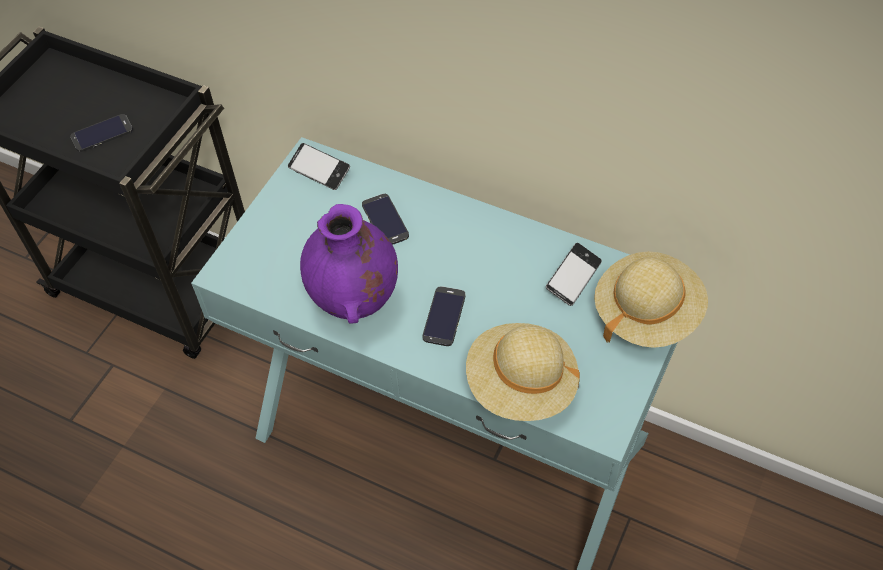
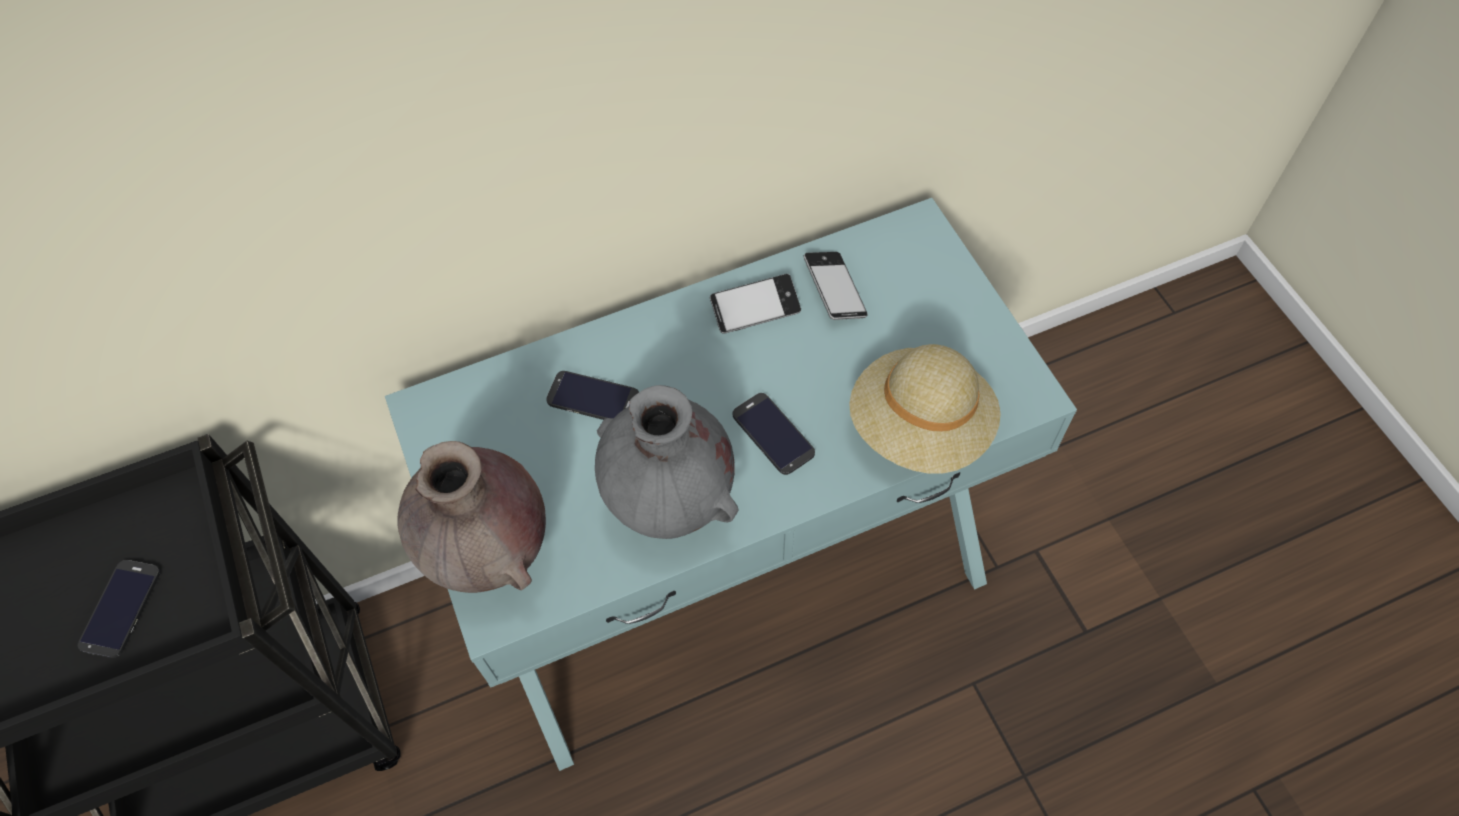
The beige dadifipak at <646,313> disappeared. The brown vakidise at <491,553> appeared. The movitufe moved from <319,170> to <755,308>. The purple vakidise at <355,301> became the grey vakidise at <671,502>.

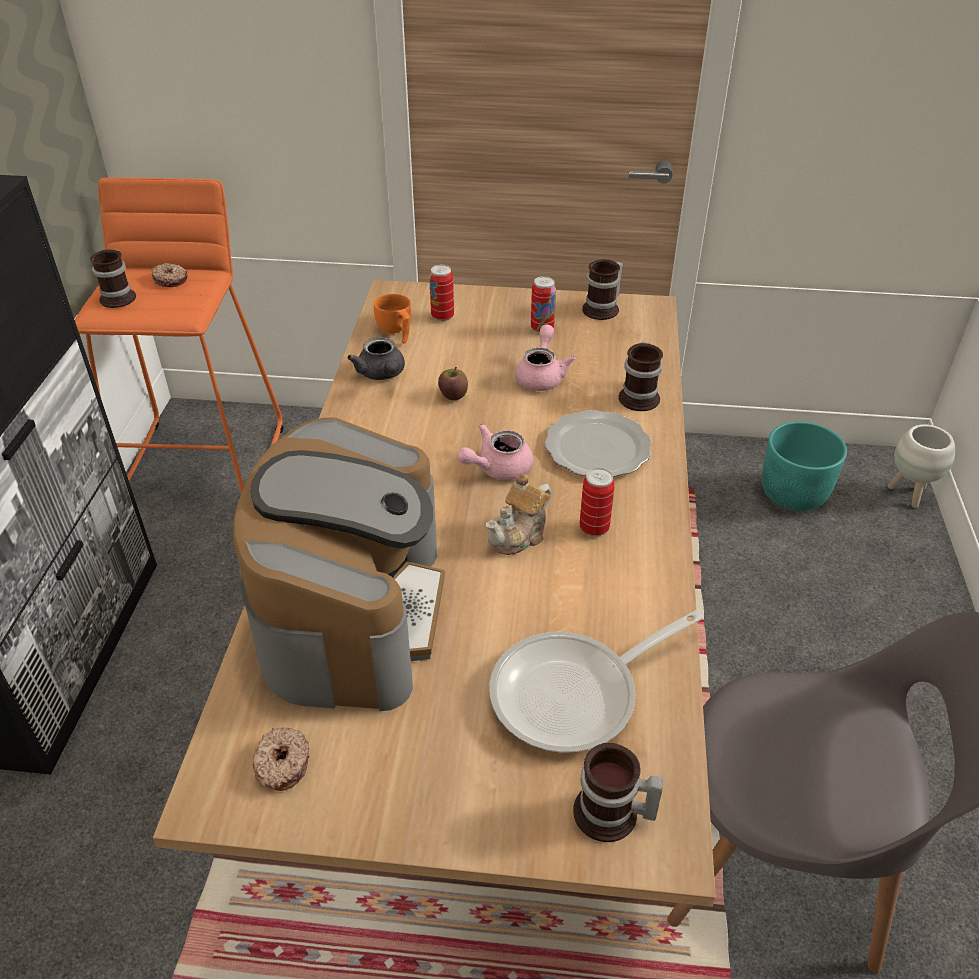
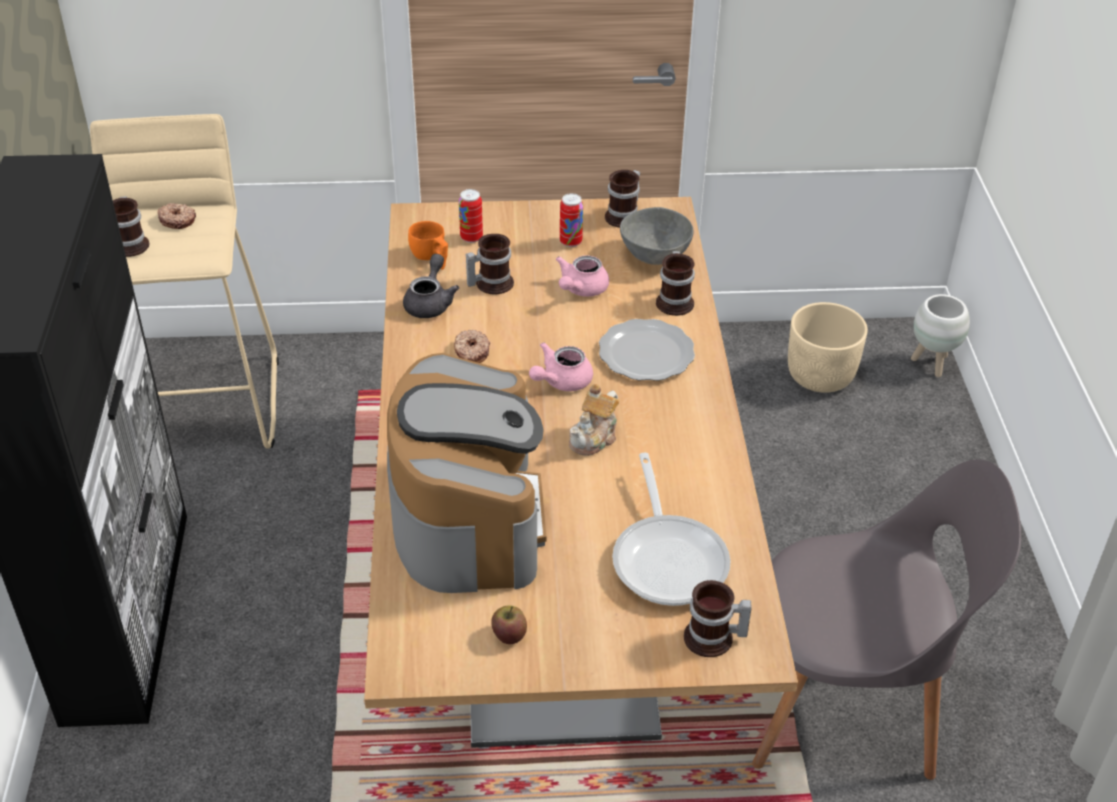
The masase at <594,528> disappeared. The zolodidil at <490,283> appeared. The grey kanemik at <654,256> appeared. The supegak moved from <281,764> to <471,352>. The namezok moved from <453,395> to <509,635>. The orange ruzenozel at <204,463> became the beige ruzenozel at <203,406>. The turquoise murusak at <794,493> became the beige murusak at <821,375>. The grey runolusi at <382,374> turned 135 degrees counterclockwise. The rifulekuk at <575,694> turned 60 degrees counterclockwise. The pink runolusi at <541,375> turned 150 degrees counterclockwise.

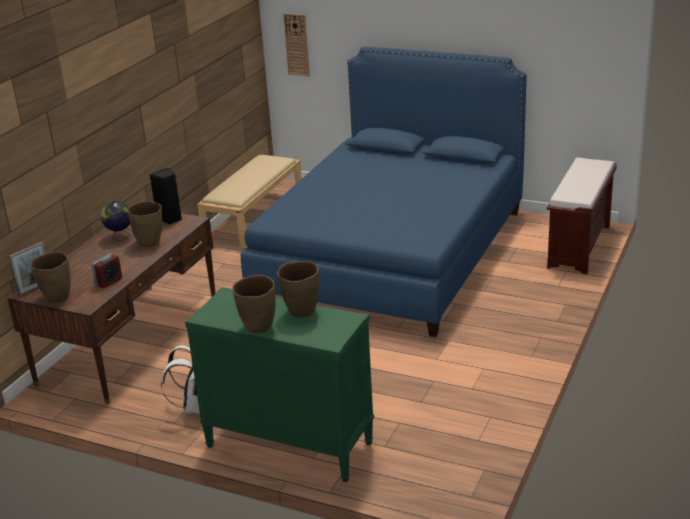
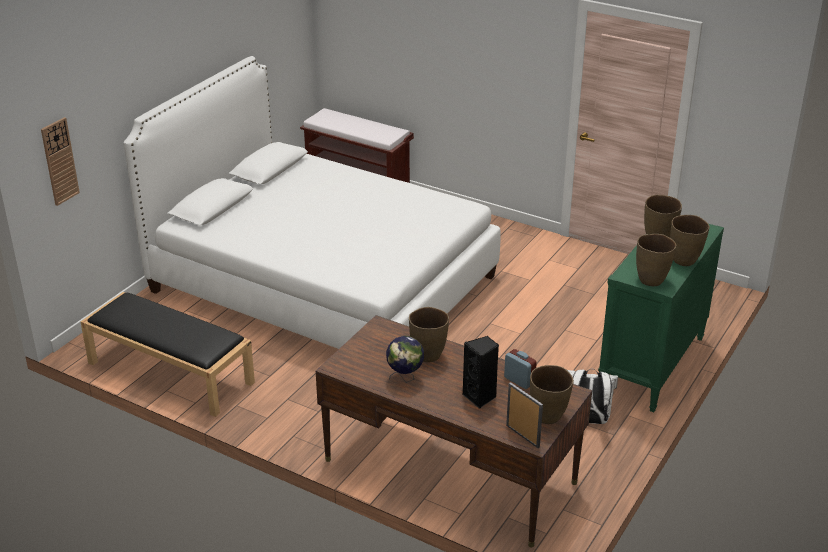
The brown vakidise at <651,280> appeared. The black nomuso moved from <170,219> to <480,397>. The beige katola at <254,216> became the black katola at <169,372>. The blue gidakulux at <392,254> became the white gidakulux at <322,284>.

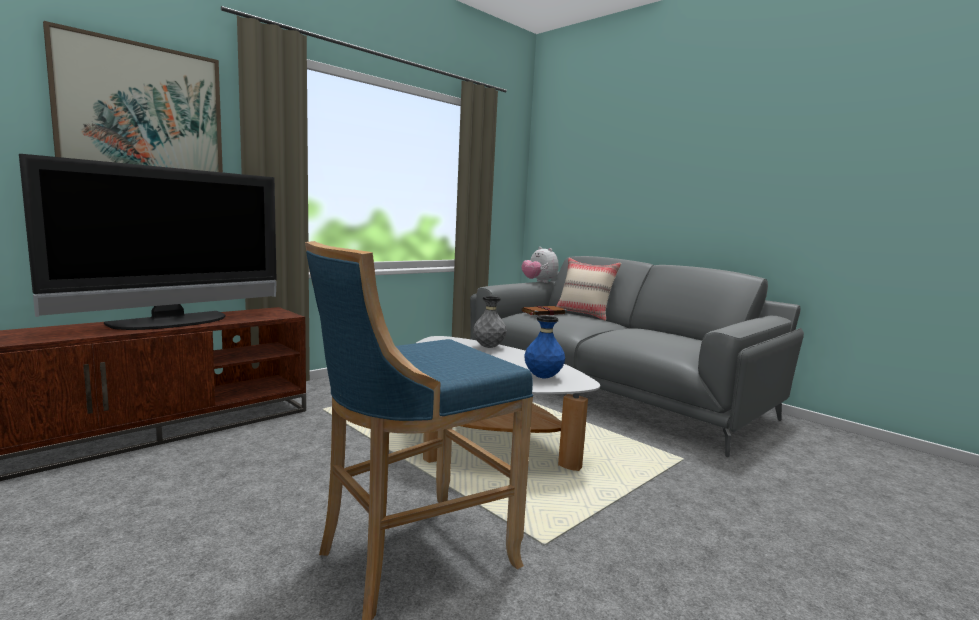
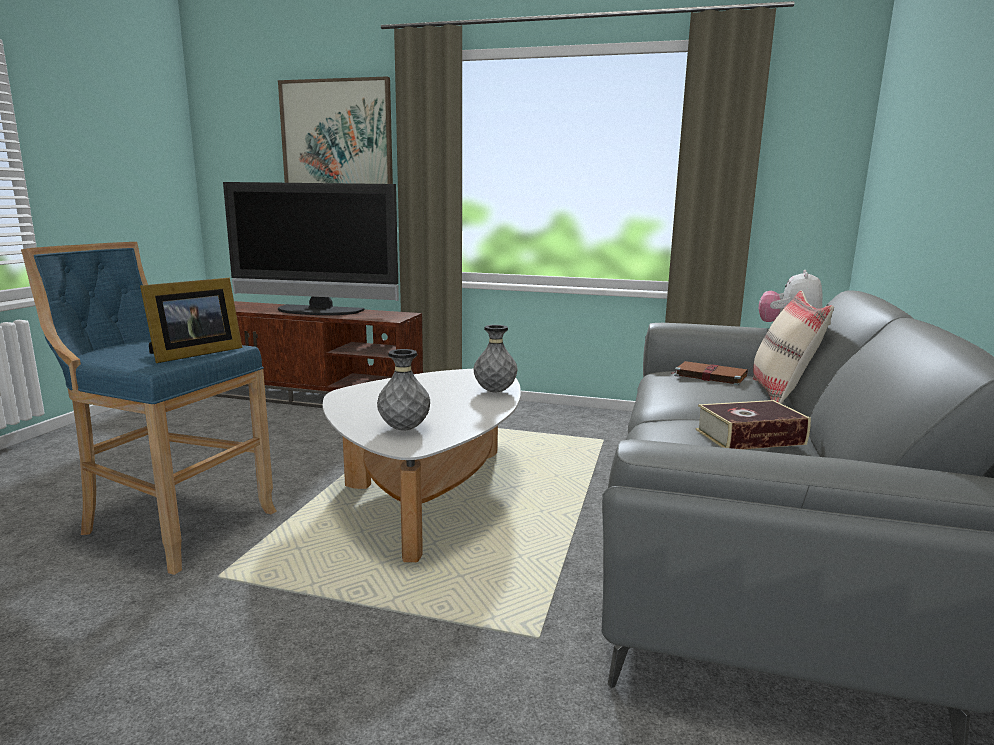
The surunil at <192,354> appeared. The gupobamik at <750,437> appeared. The blue vakidise at <543,377> became the grey vakidise at <404,429>.

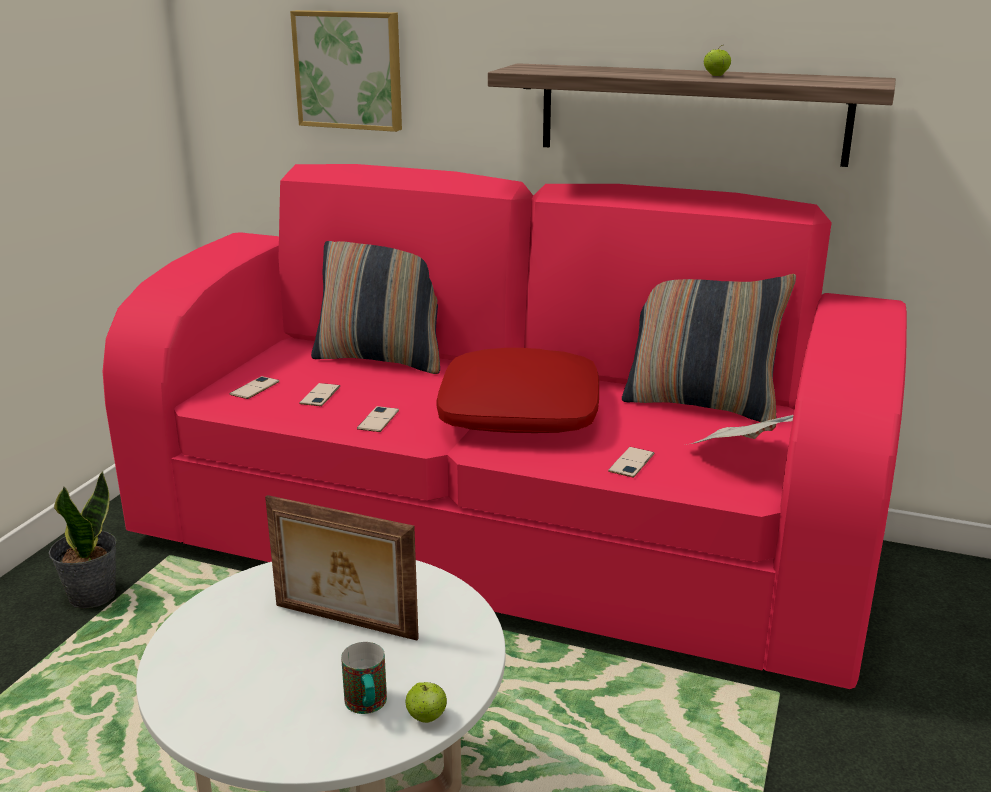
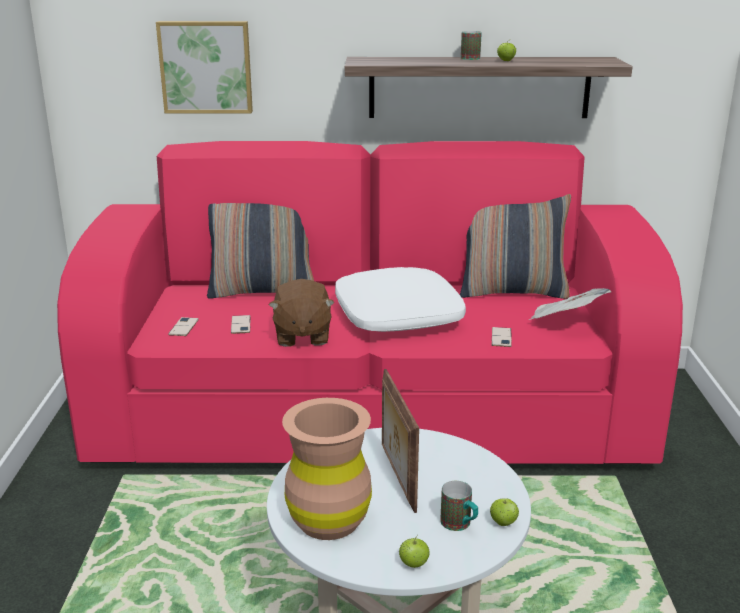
The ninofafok at <91,595> disappeared. The brown vakidise at <328,520> appeared. The namezok at <413,564> appeared. The zolodidil at <471,58> appeared. The movitufe at <378,420> was replaced by the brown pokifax at <302,336>. The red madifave at <520,412> became the white madifave at <399,315>. The surunil at <344,623> turned 75 degrees clockwise.

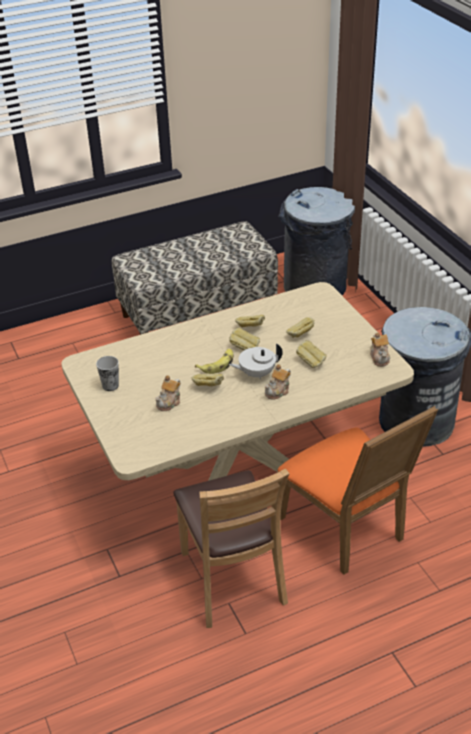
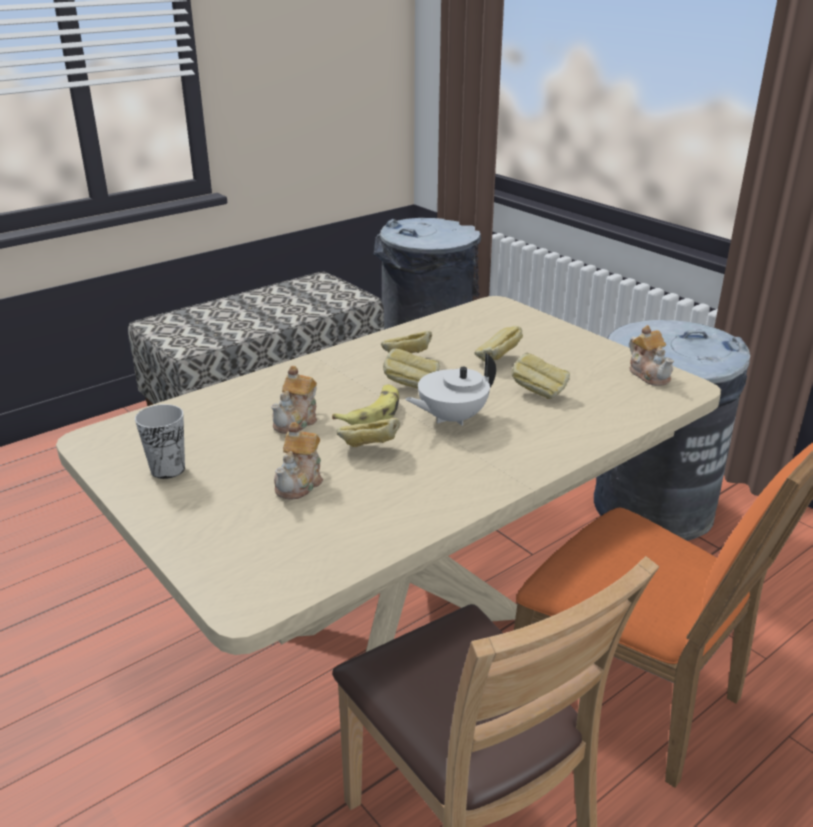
The runolusi moved from <278,391> to <297,421>.

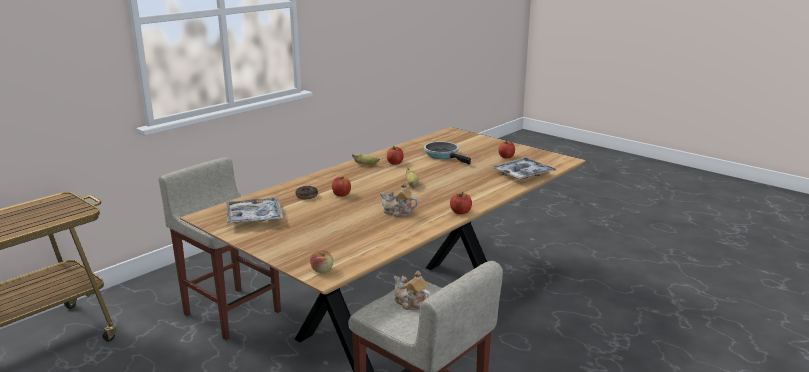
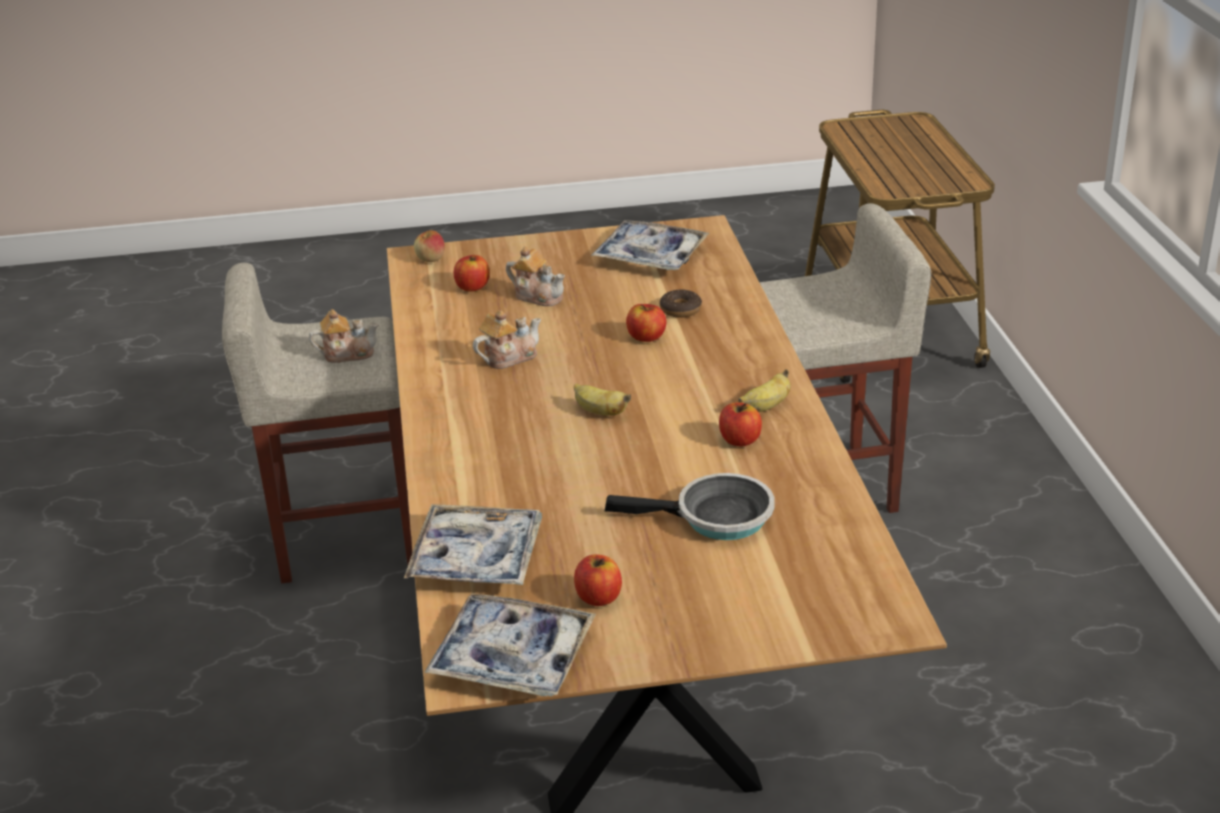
The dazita at <512,658> appeared. The runolusi at <538,296> appeared. The namezok moved from <460,212> to <472,287>.

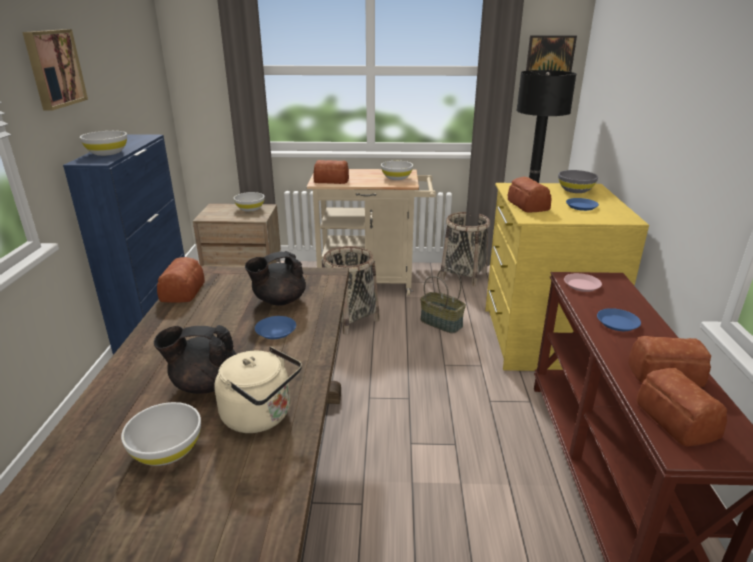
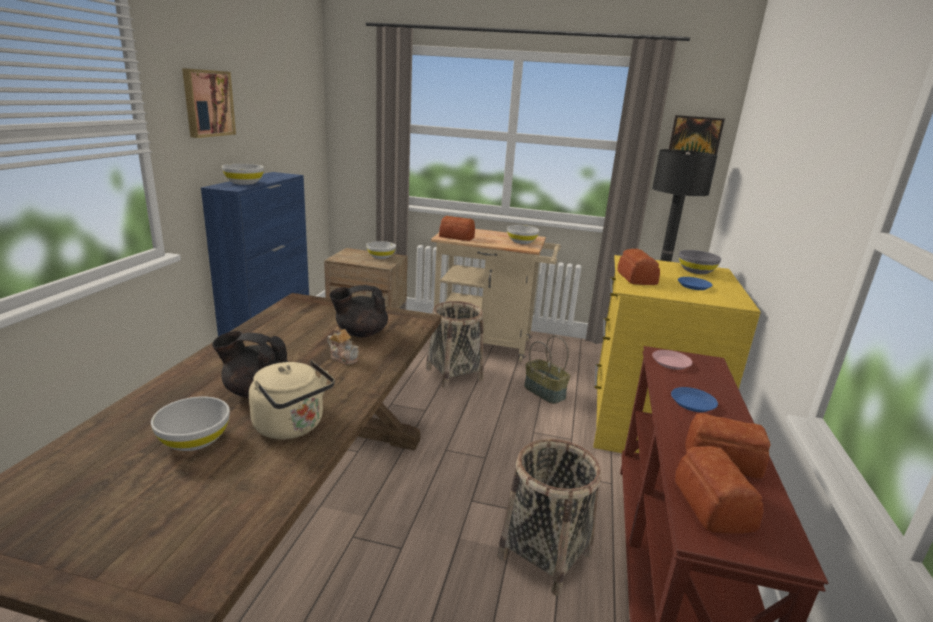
The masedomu at <181,291> disappeared. The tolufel moved from <463,275> to <545,554>. The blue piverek at <275,330> was replaced by the runolusi at <344,357>.

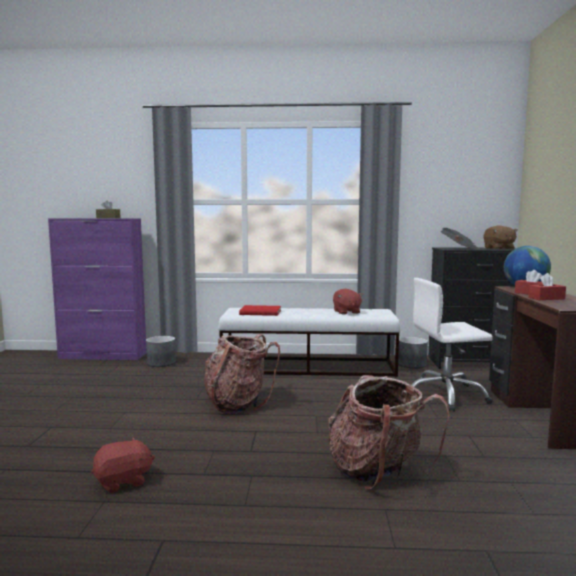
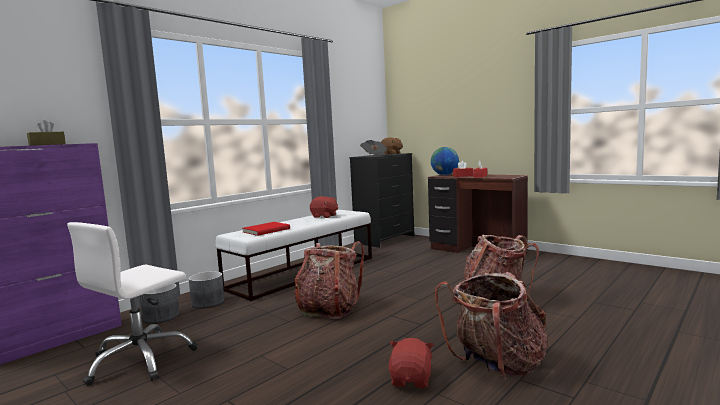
The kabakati at <496,365> appeared. The grey murusak moved from <412,364> to <208,303>. The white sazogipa moved from <446,396> to <141,360>.

